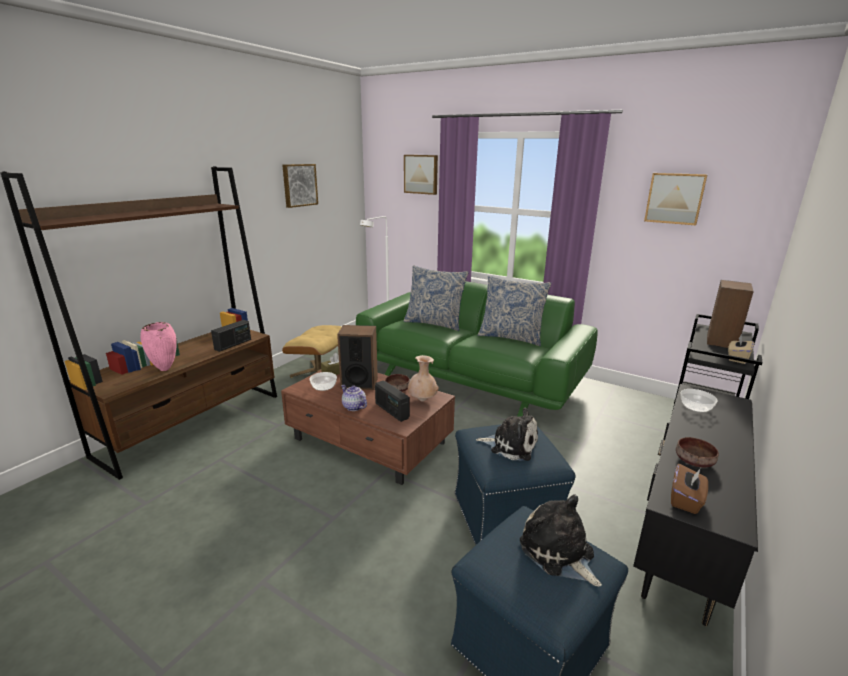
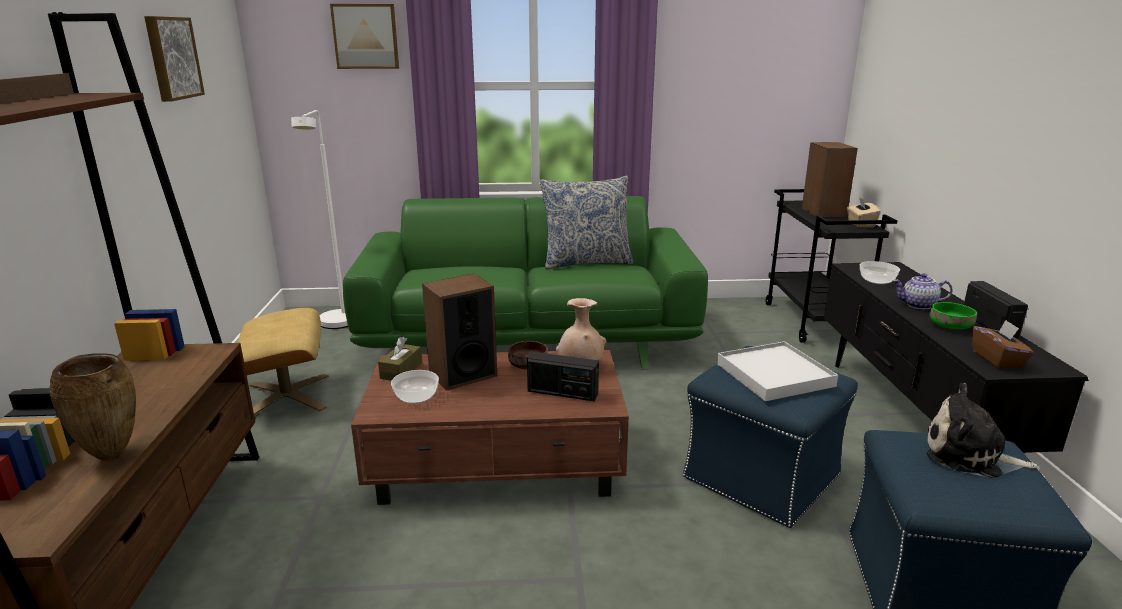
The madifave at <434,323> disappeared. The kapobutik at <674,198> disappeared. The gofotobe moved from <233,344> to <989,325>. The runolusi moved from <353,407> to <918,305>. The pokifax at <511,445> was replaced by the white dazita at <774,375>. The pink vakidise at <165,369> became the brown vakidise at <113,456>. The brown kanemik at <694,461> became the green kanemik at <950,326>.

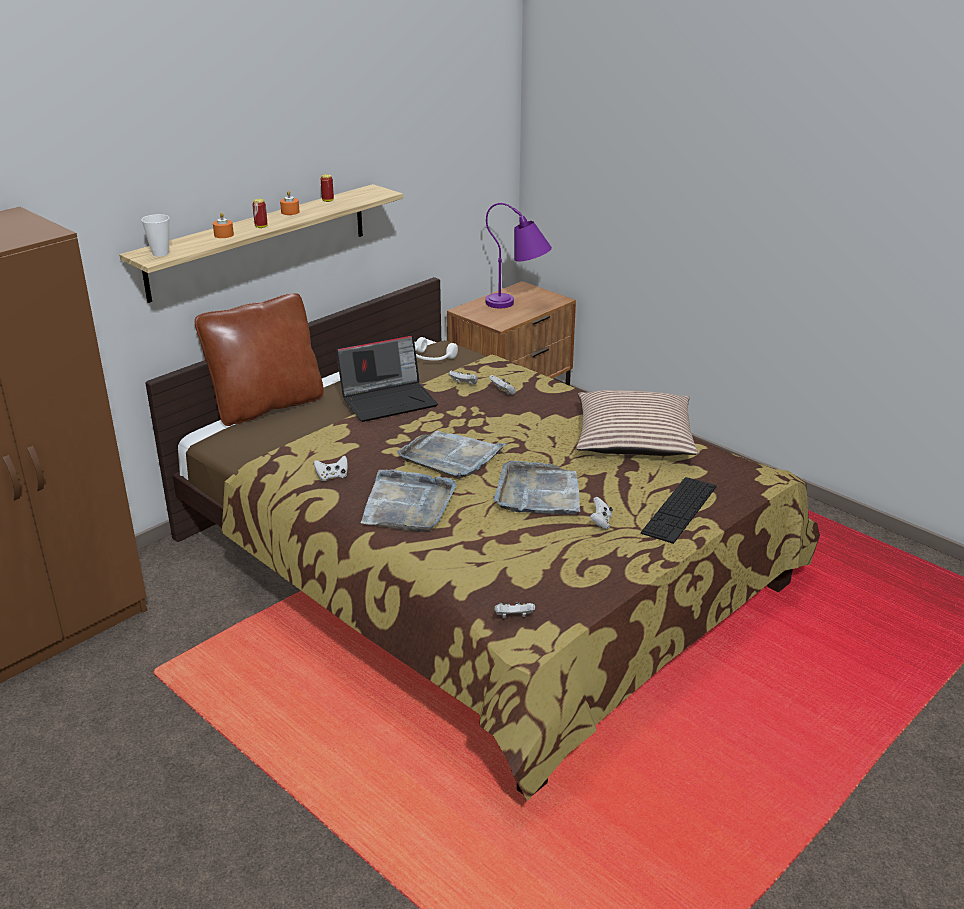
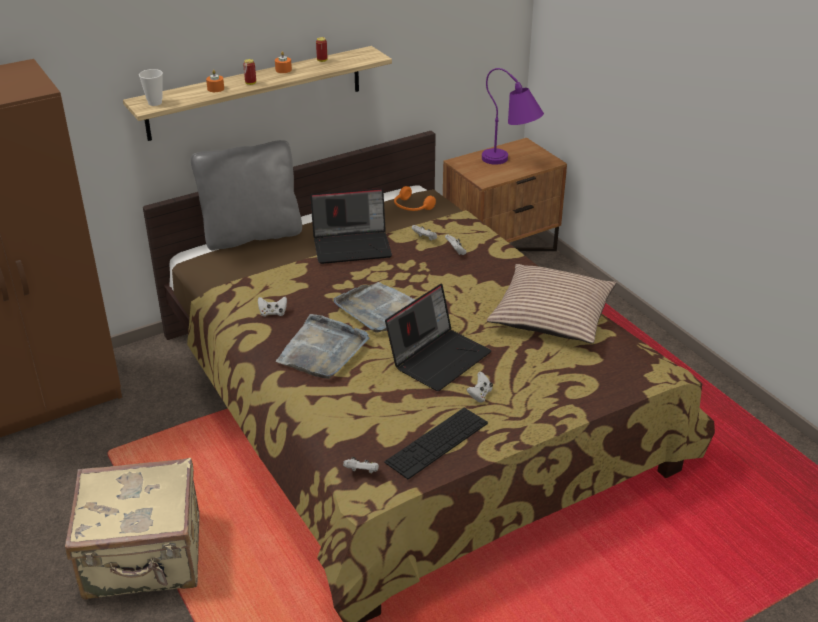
The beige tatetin at <144,559> appeared. The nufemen moved from <679,509> to <437,442>. The grey dazita at <538,493> was replaced by the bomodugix at <439,357>. The brown madifave at <267,406> became the grey madifave at <252,235>. The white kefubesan at <432,358> became the orange kefubesan at <411,207>.

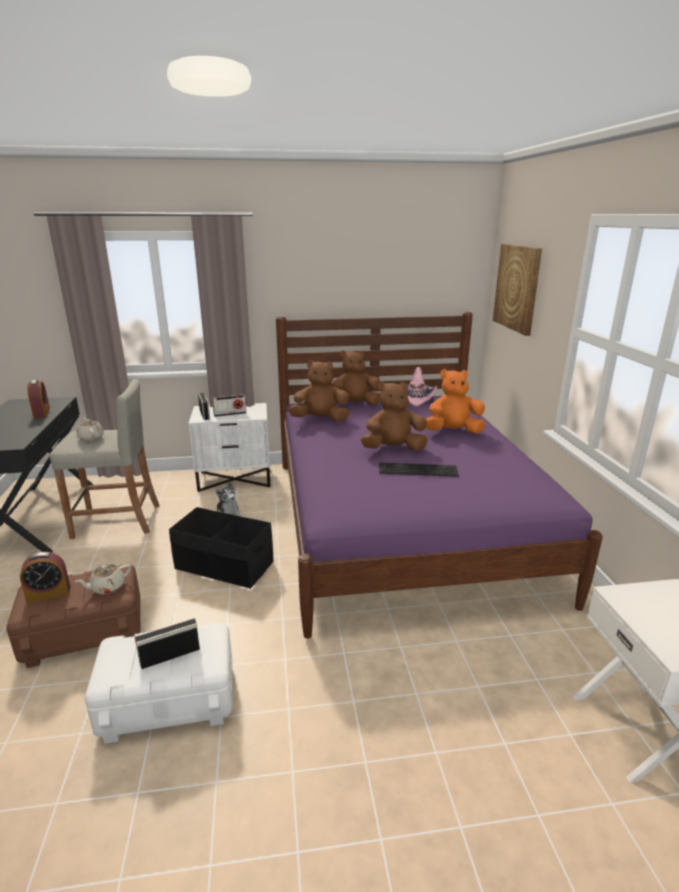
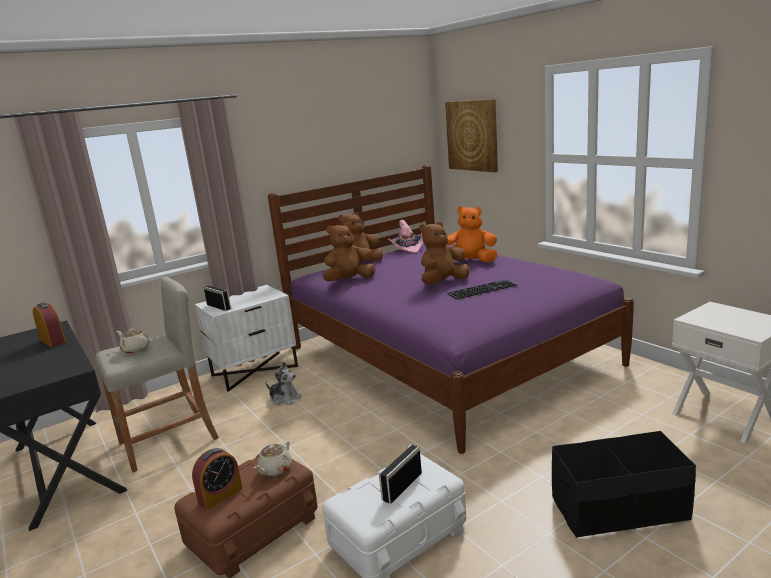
The gofotobe at <230,414> disappeared. The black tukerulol moved from <224,566> to <619,509>. The orange pokifax at <453,432> turned 45 degrees clockwise.

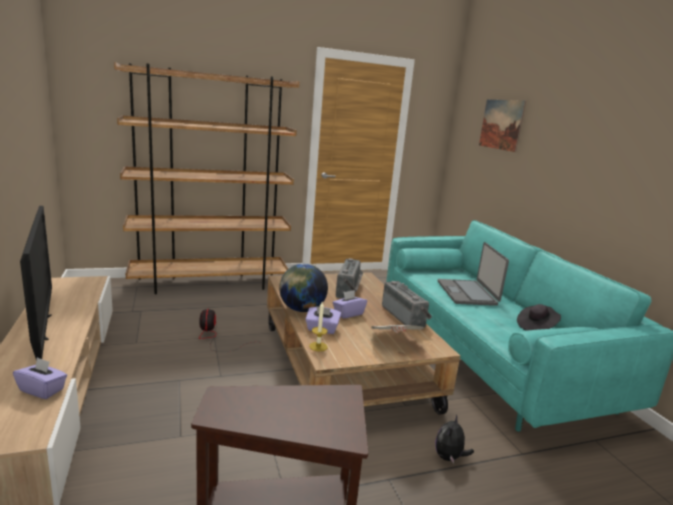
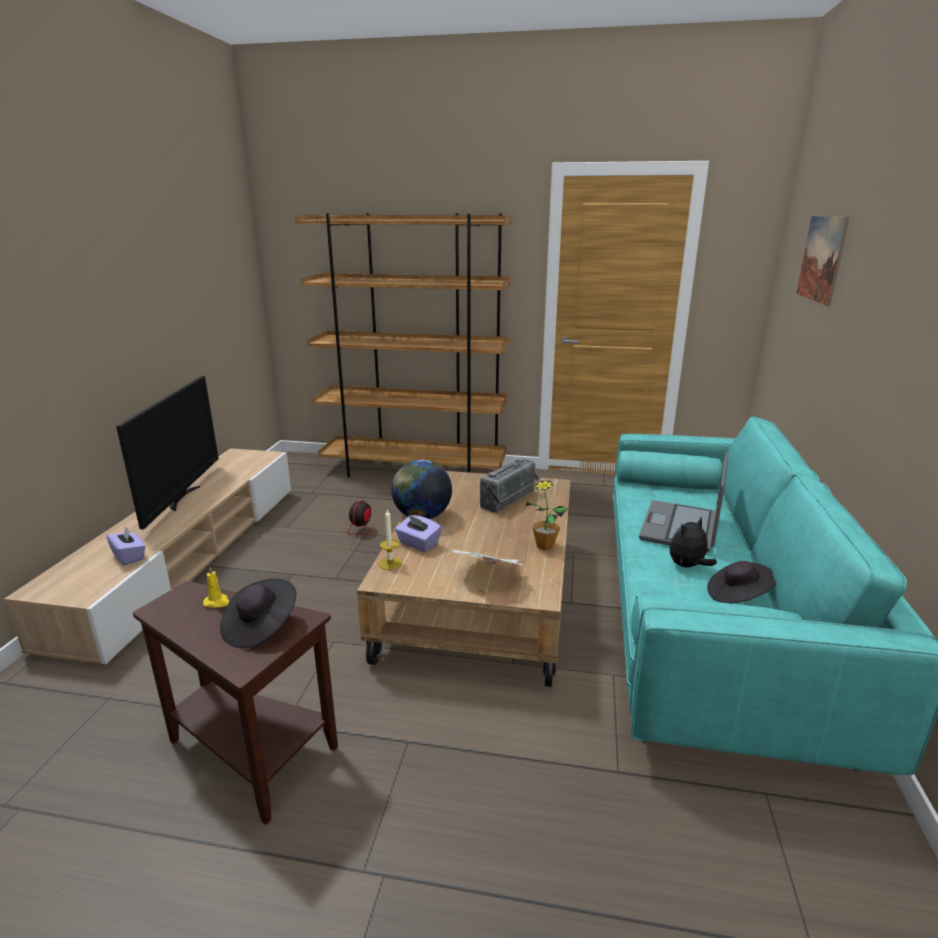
The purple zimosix at <348,313> disappeared. The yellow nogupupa at <217,602> appeared. The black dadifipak at <260,627> appeared. The pokifax moved from <449,457> to <687,566>. The gofotobe at <405,316> was replaced by the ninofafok at <544,546>.

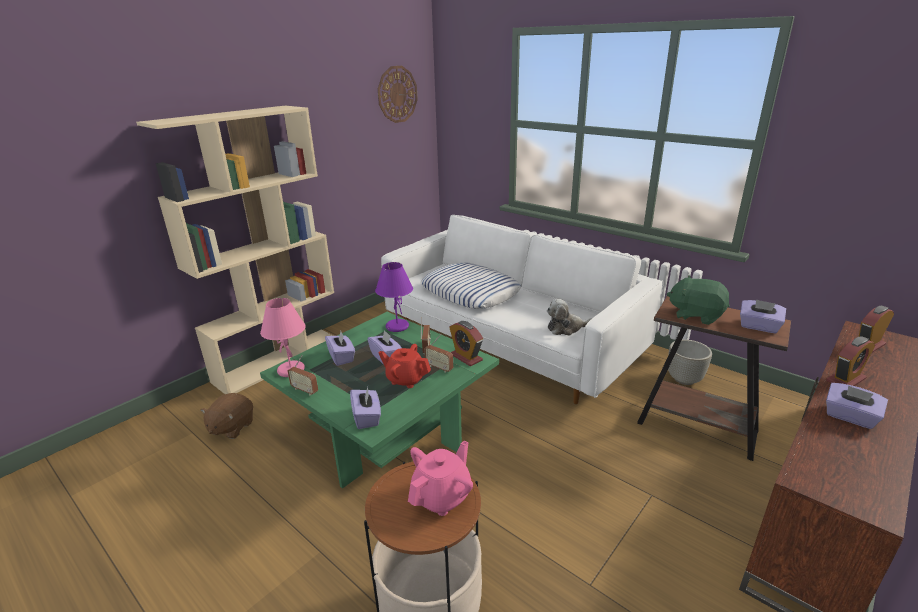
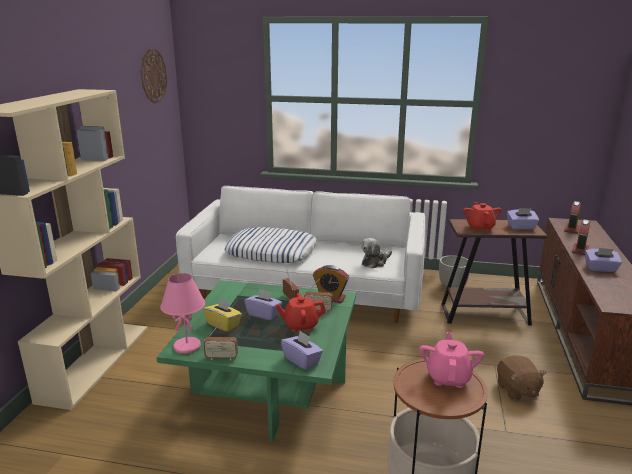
The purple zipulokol at <396,326> disappeared. The brown pokifax moved from <231,427> to <517,390>. The green pokifax at <696,315> was replaced by the red runolusi at <480,227>. The purple zimosix at <341,357> became the yellow zimosix at <223,324>.

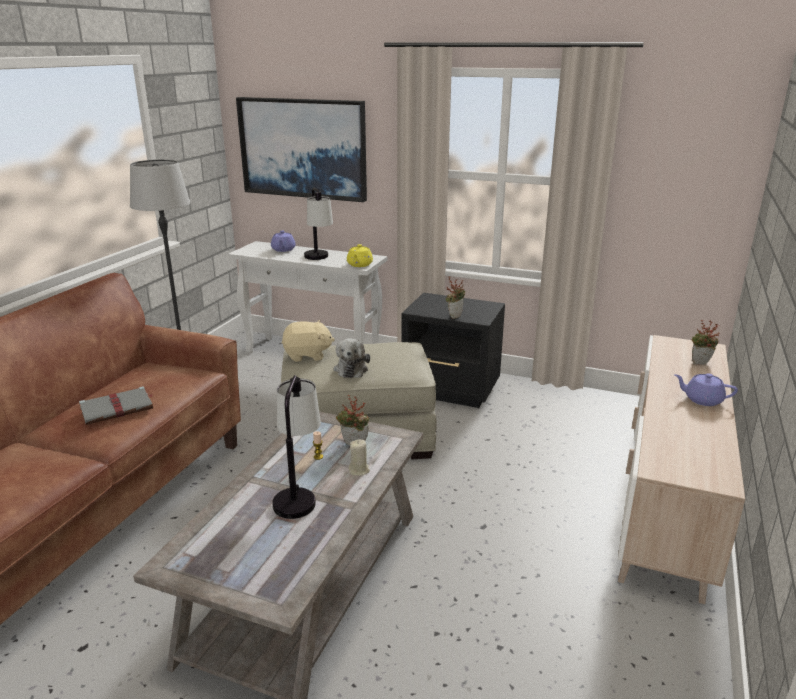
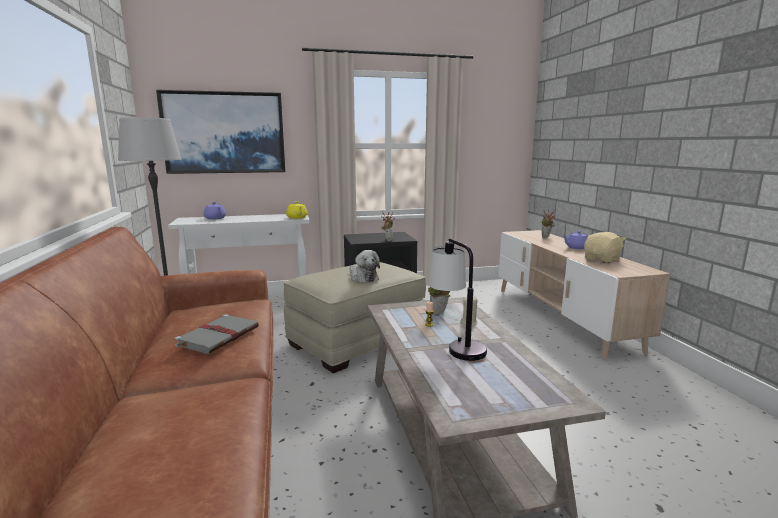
The zipulokol at <319,259> disappeared. The beige pokifax moved from <307,355> to <602,259>.

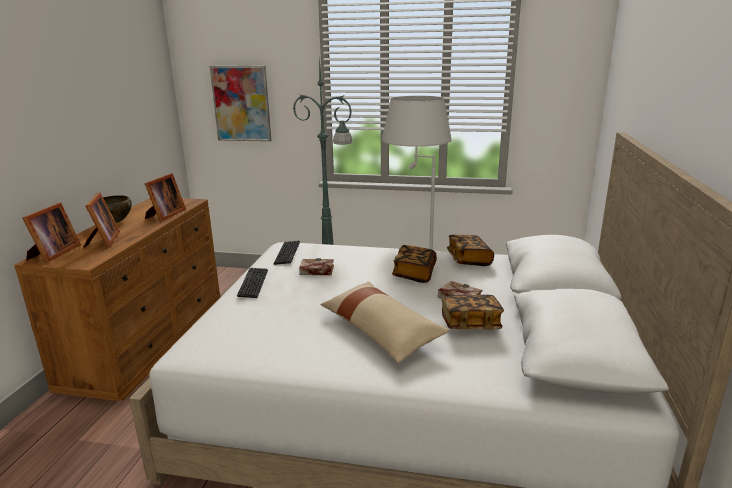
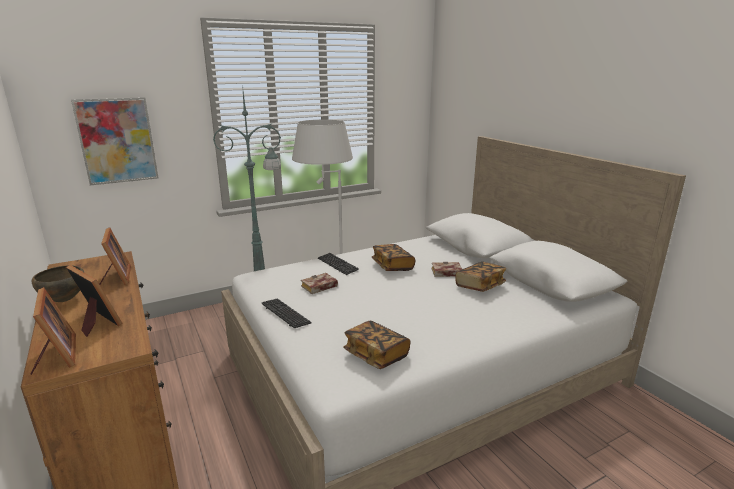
The beige madifave at <381,331> disappeared. The nufemen moved from <287,253> to <337,264>. The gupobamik moved from <469,260> to <376,355>.

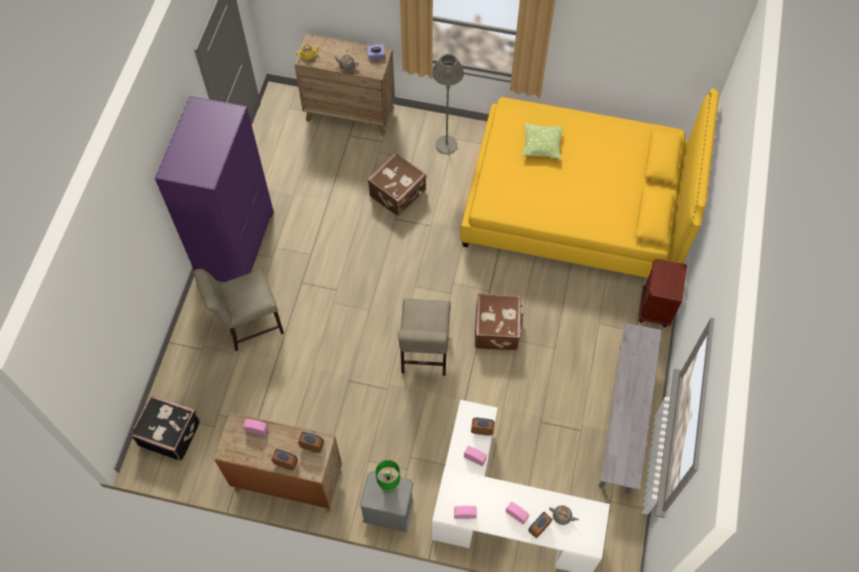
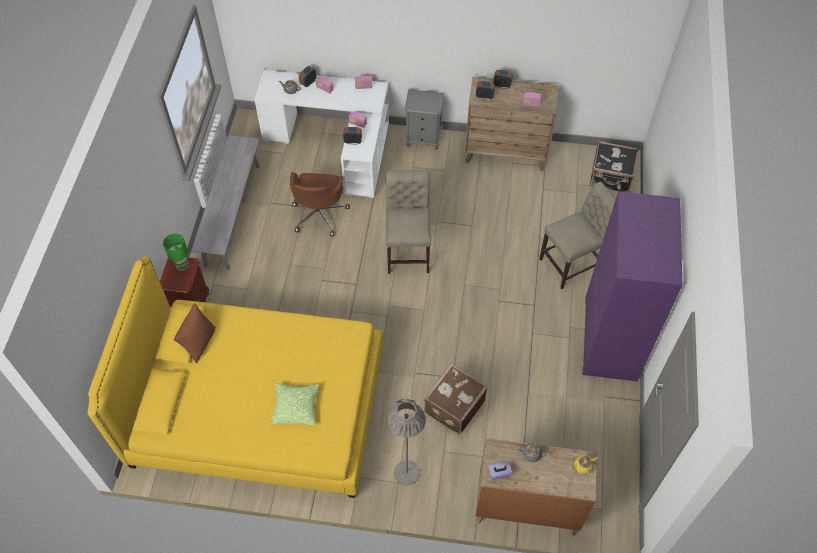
The brown tatetin at <497,329> disappeared. The brown madifave at <199,343> appeared. The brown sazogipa at <319,214> appeared. The green zipulokol moved from <389,486> to <183,266>.

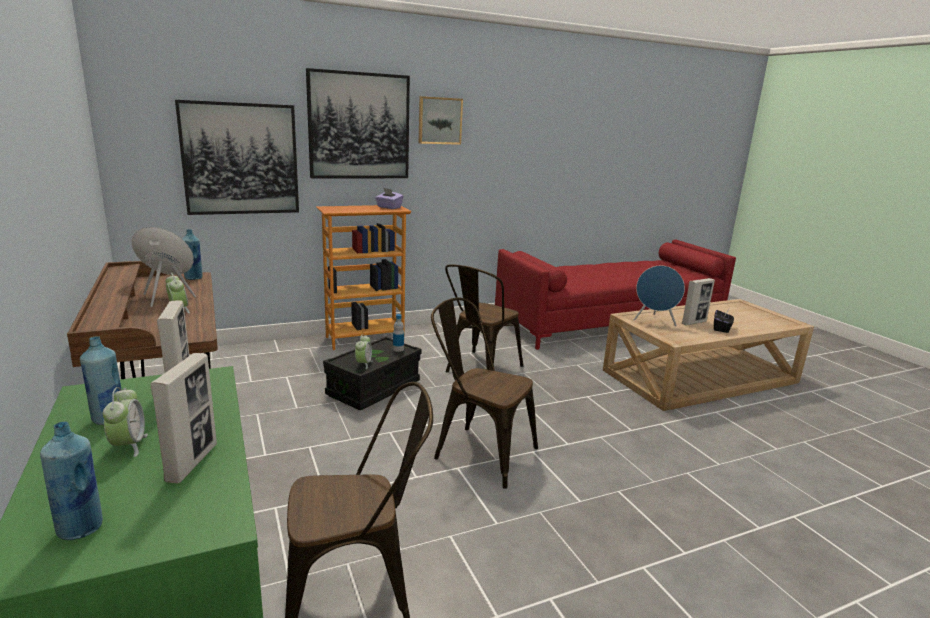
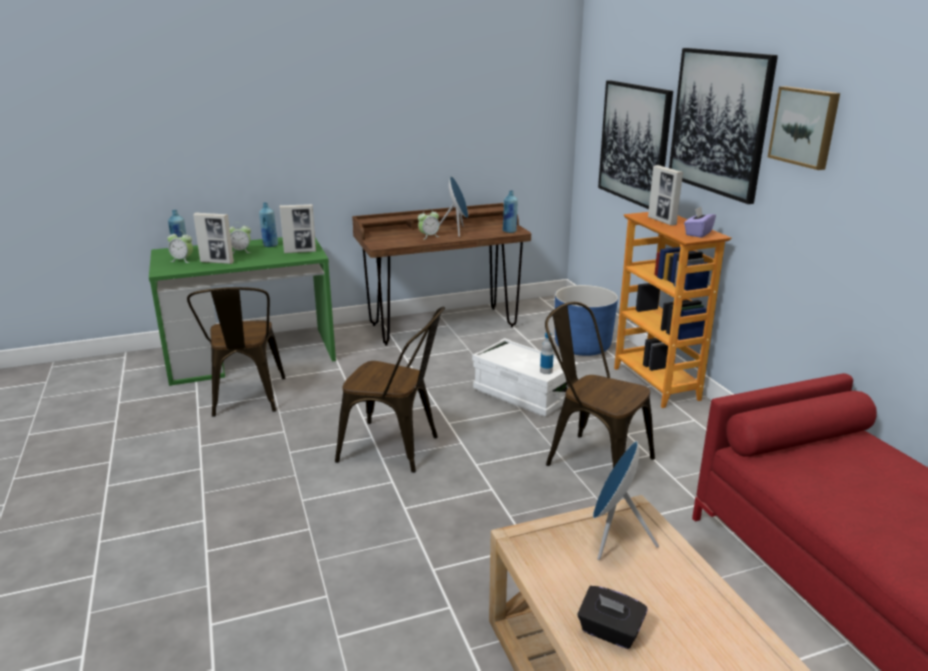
The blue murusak at <582,346> appeared. The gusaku moved from <363,364> to <182,260>. The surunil moved from <694,322> to <662,221>. The black tukerulol at <374,388> became the white tukerulol at <523,394>. The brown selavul at <478,451> turned 75 degrees clockwise.

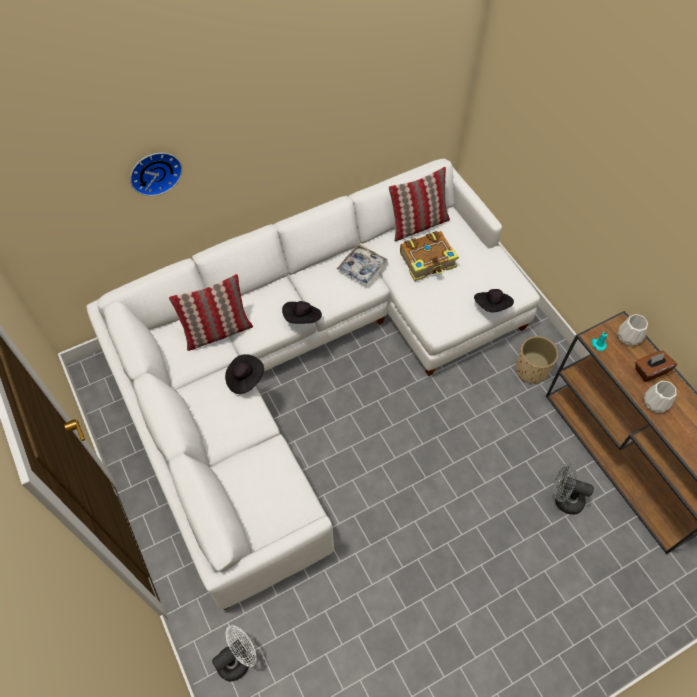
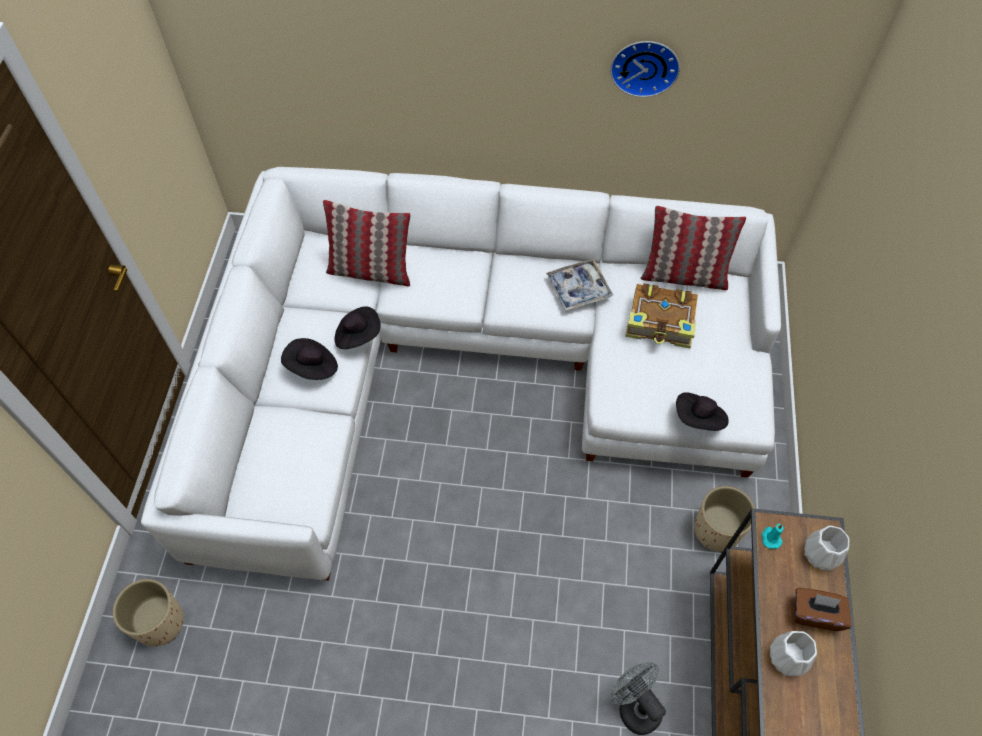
The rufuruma moved from <154,171> to <645,65>. The black dadifipak moved from <302,318> to <312,367>. The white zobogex at <237,659> was replaced by the beige murusak at <159,622>.

